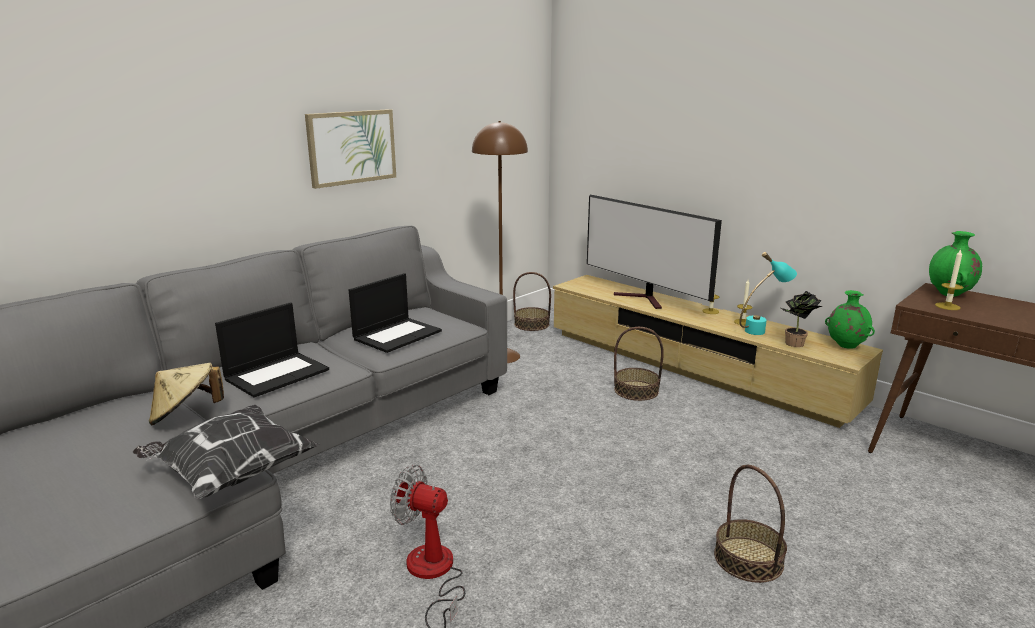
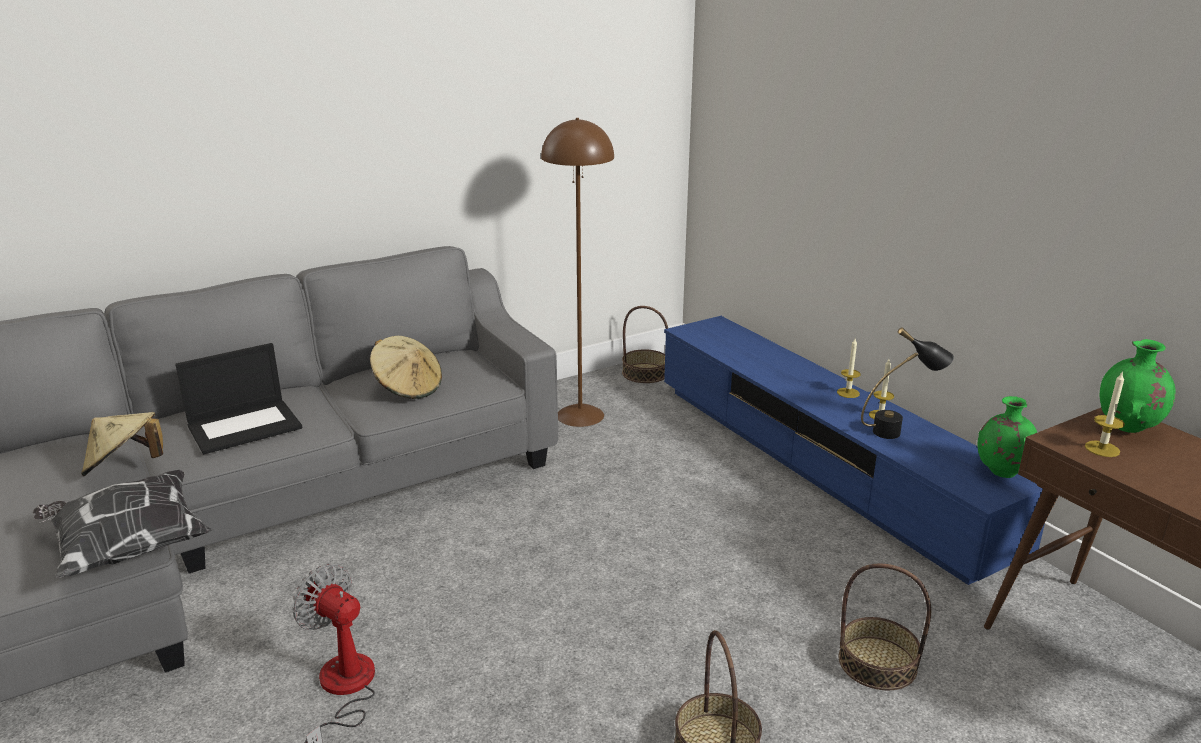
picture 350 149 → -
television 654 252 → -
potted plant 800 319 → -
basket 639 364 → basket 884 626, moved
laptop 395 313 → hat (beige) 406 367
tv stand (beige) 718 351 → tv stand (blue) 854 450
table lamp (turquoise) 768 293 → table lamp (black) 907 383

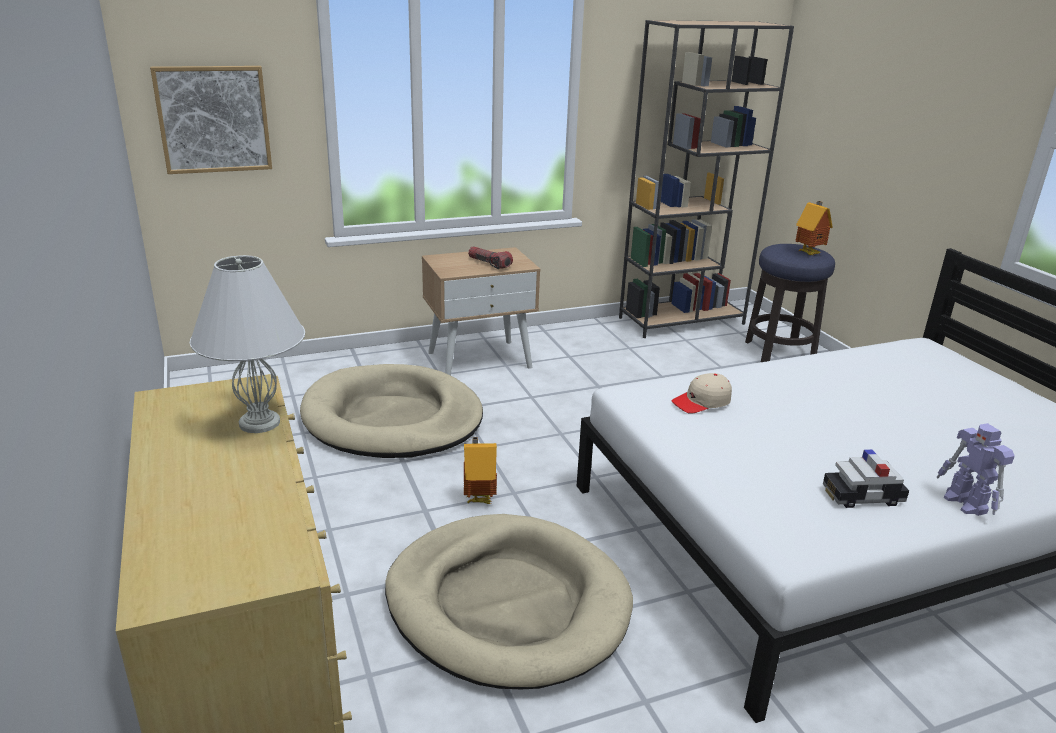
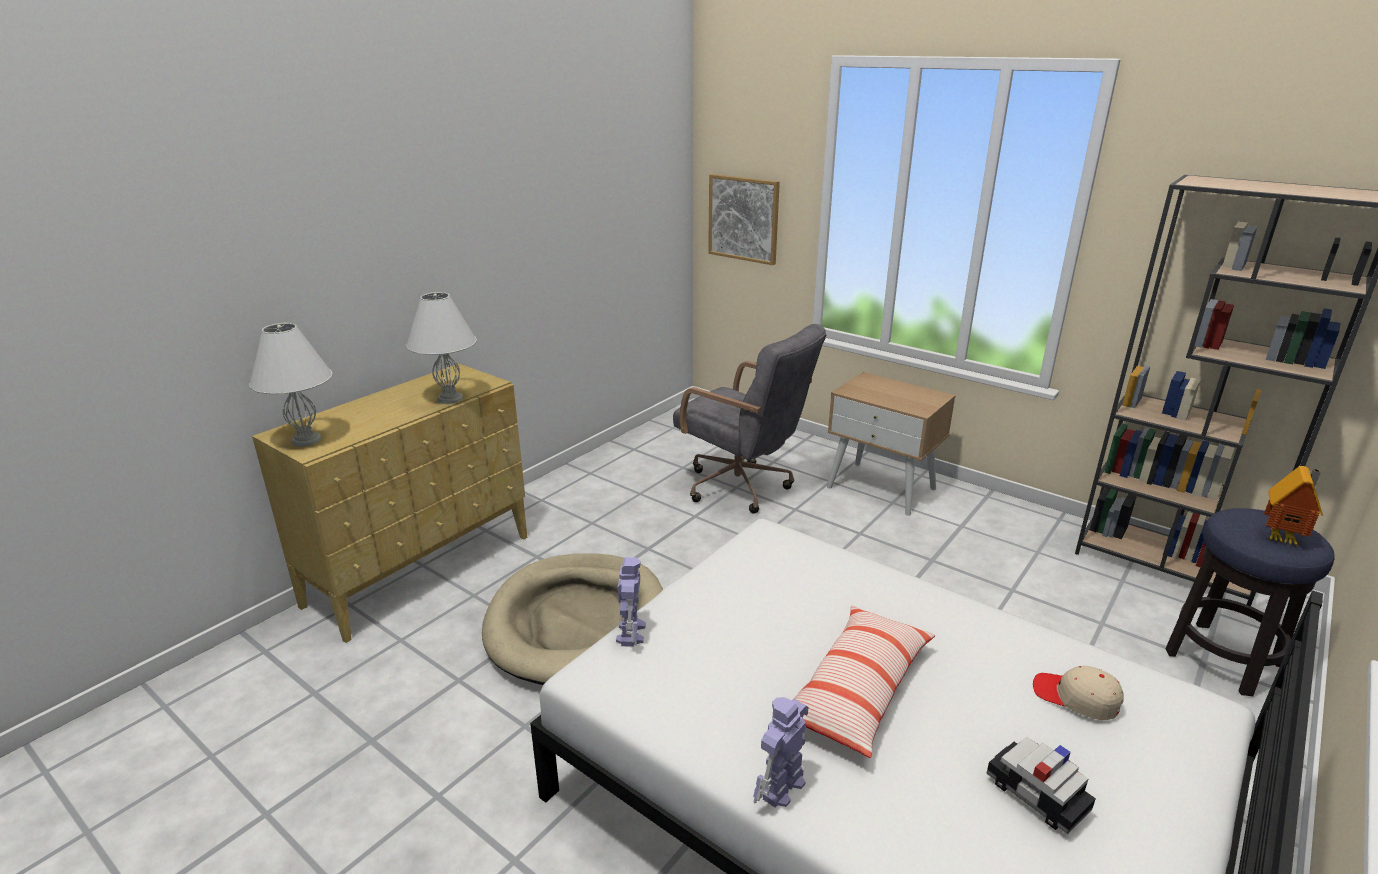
toy house 480 470 → -
flashlight 490 257 → -
- → table lamp (white) 290 385
- → toy robot 631 602
- → pillow 864 681
cap (beige) 701 393 → cap (beige) 1078 693, moved
toy car 866 478 → toy car 1041 785, moved
dog bed (beige) 391 411 → office chair (grey) 749 419

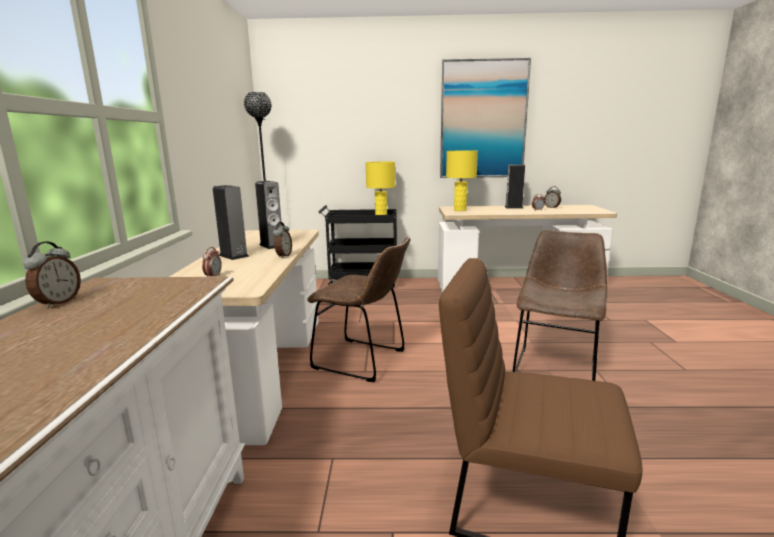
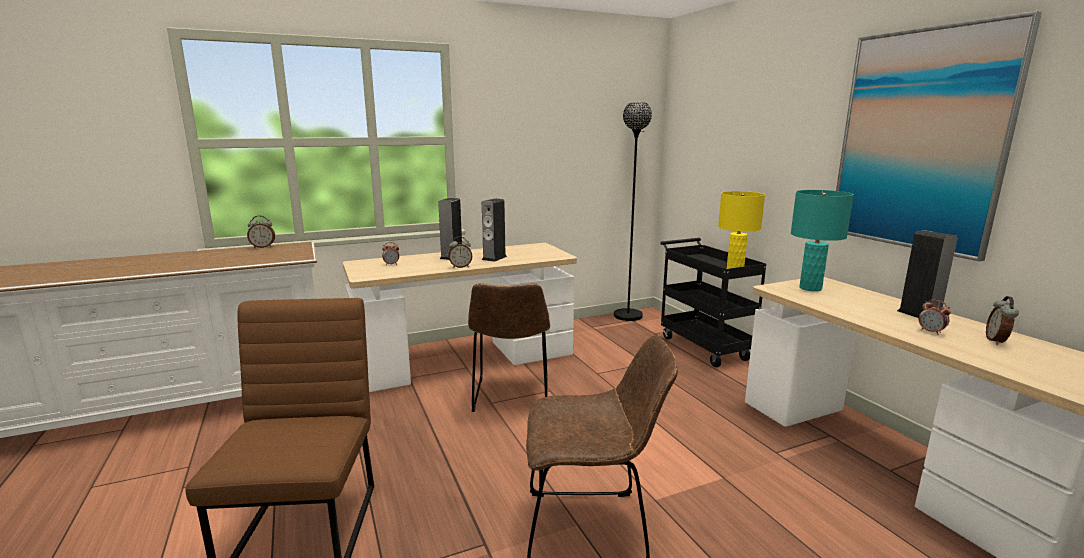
table lamp (yellow) 462 180 → table lamp (turquoise) 822 240

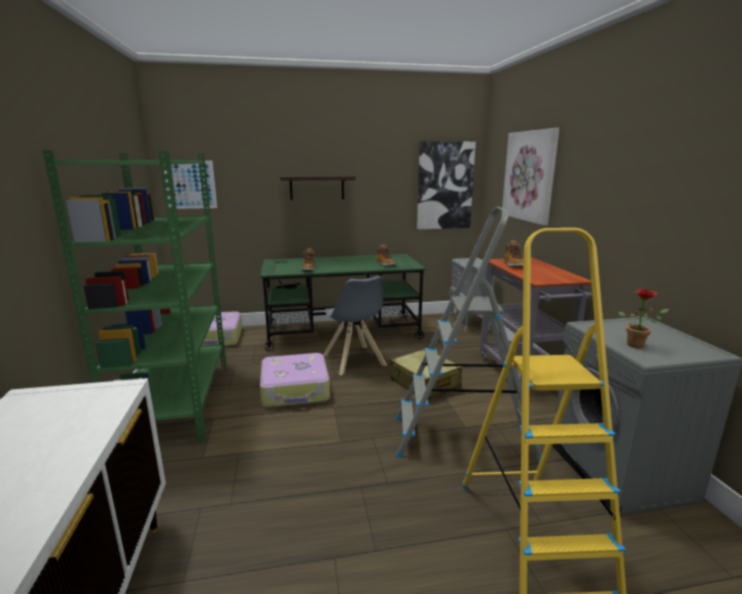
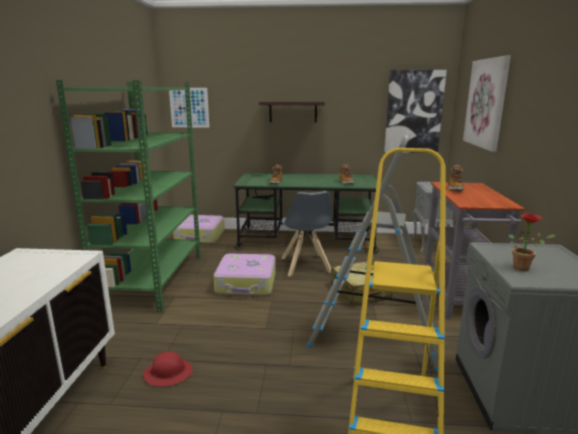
- → hard hat (red) 167 369

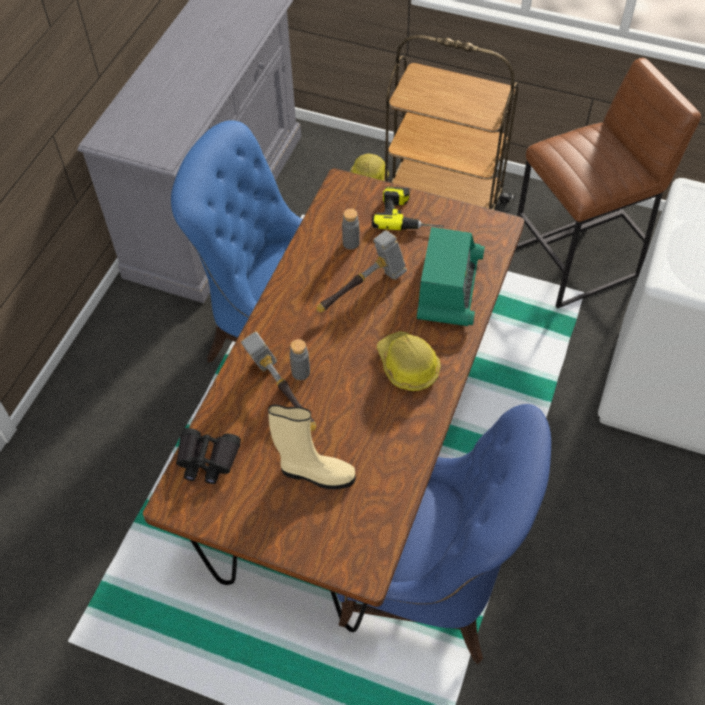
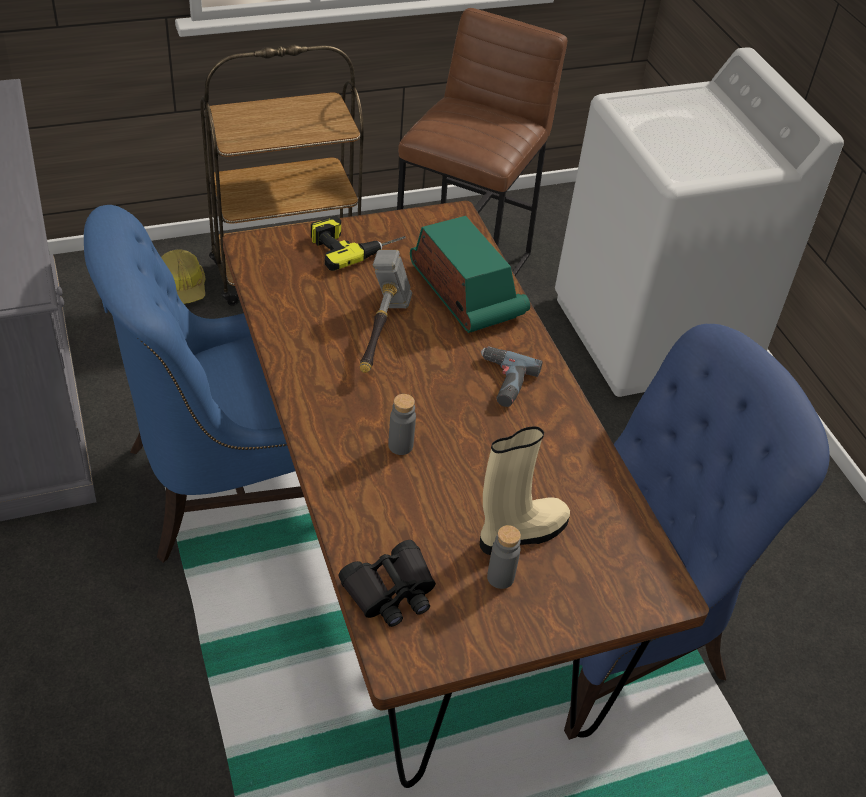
hammer 278 381 → -
bottle (grey) 351 229 → bottle (grey) 504 557, moved
hard hat 409 361 → power drill 512 376

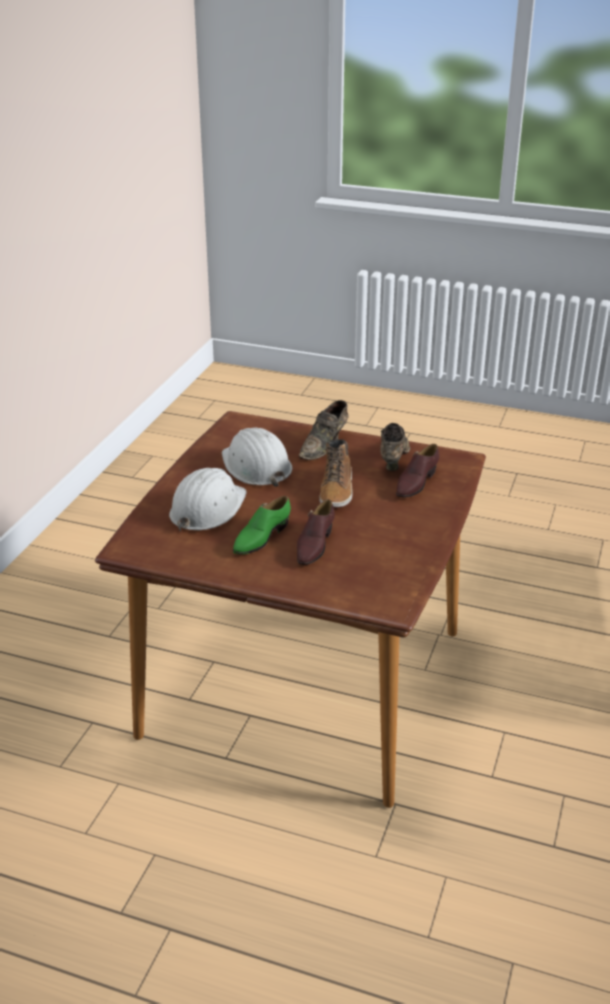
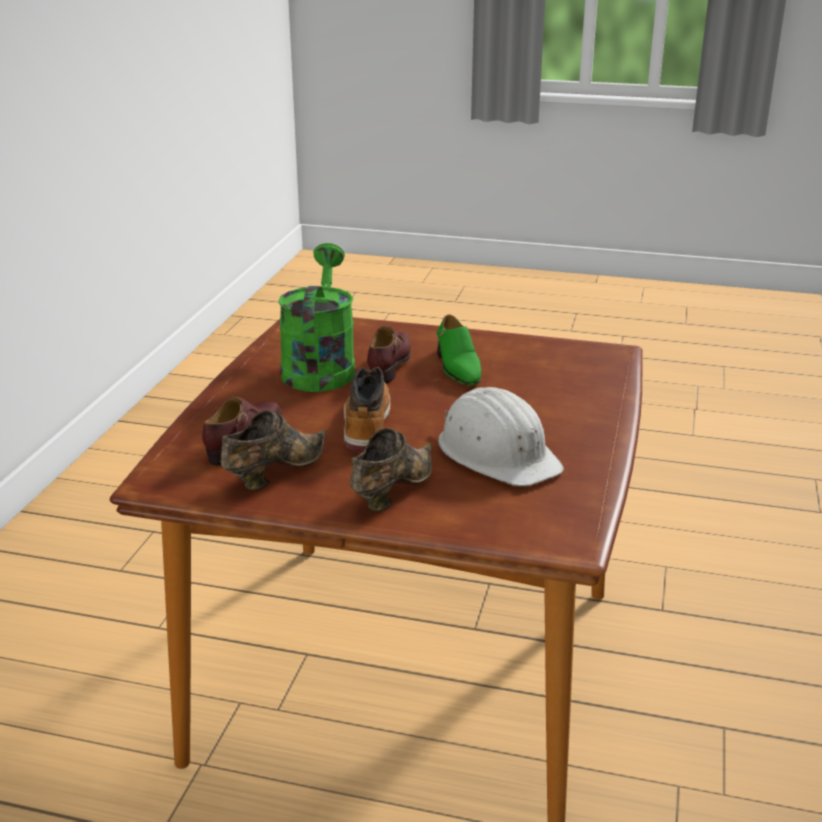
hard hat (white) 208 500 → -
- → watering can (green) 316 317
shoe (green) 262 525 → shoe (green) 458 350, 135 degrees clockwise
shoe (brown) 395 447 → shoe (brown) 274 450, 150 degrees counterclockwise

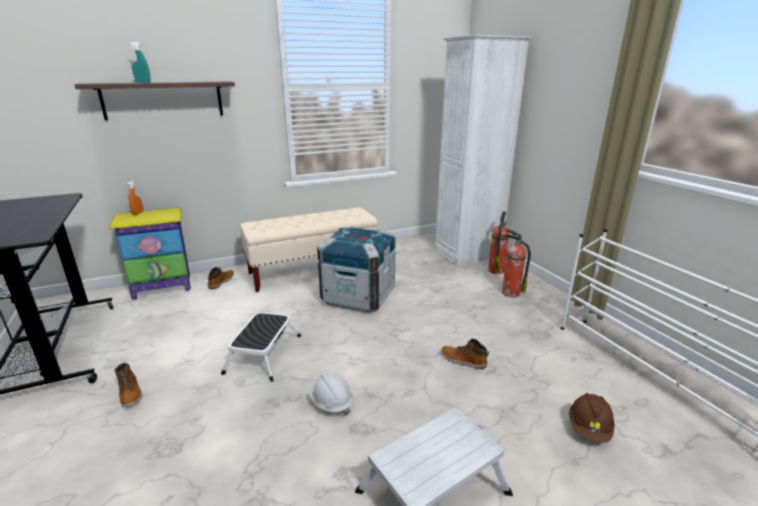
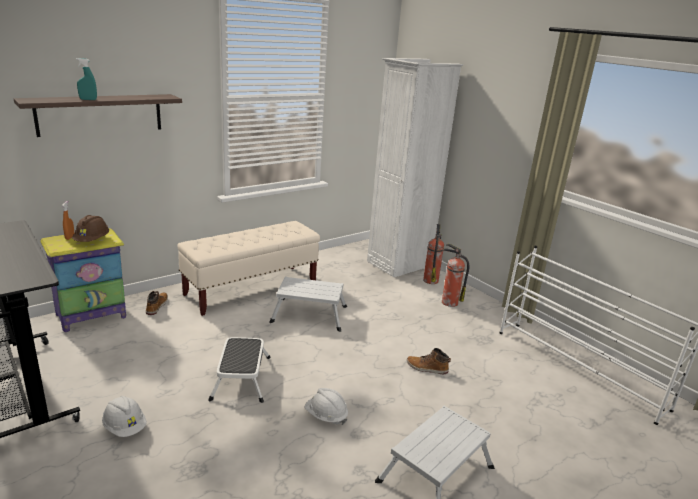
hard hat (brown) 592 418 → hard hat (brown) 90 228, moved
boot 128 385 → hard hat (white) 124 416
crate 356 269 → step ladder (white) 308 304

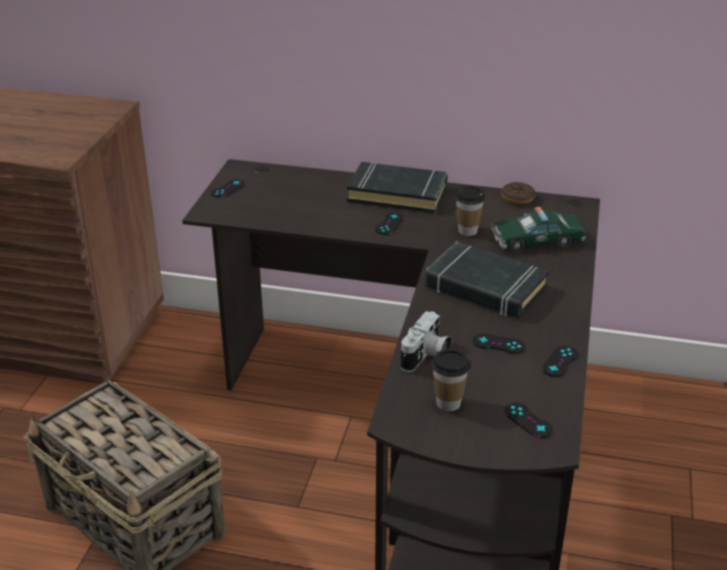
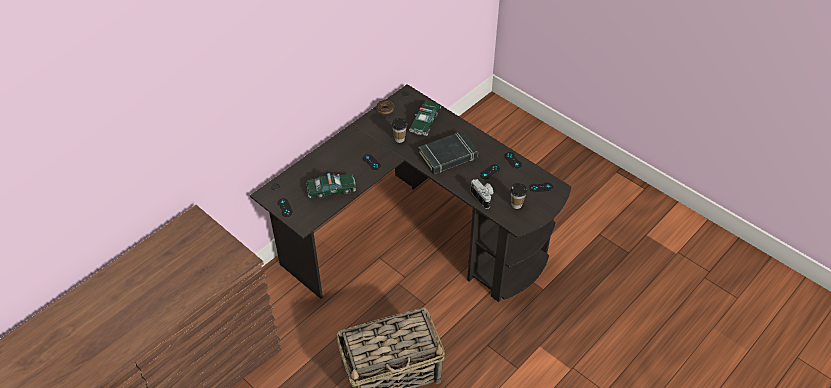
book (black) 397 187 → -
- → toy car 331 185

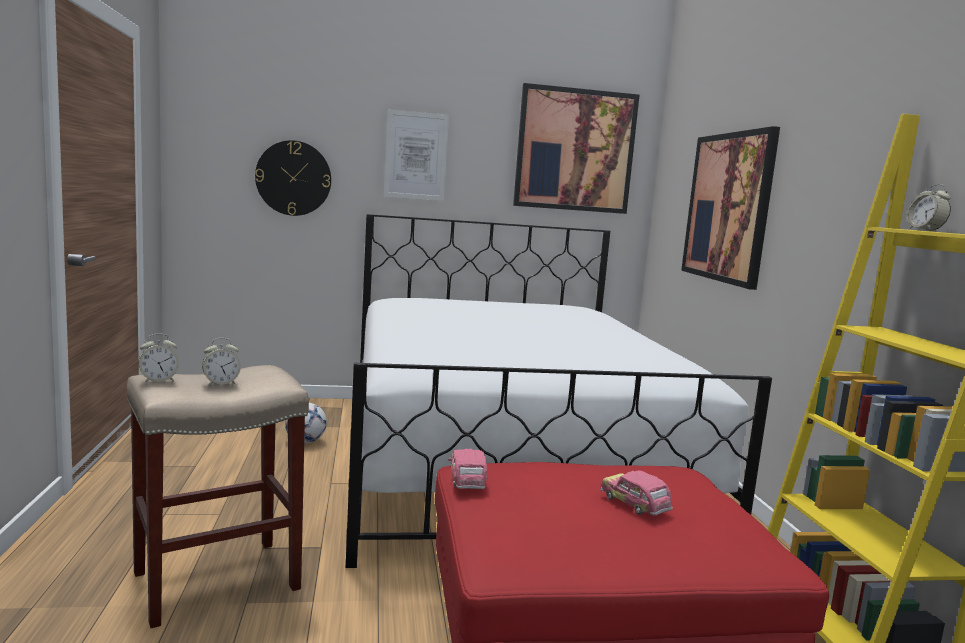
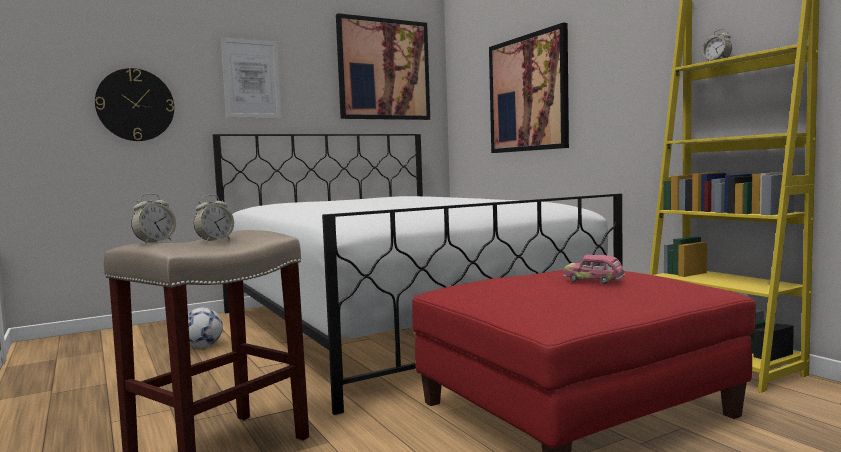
toy car 467 469 → -

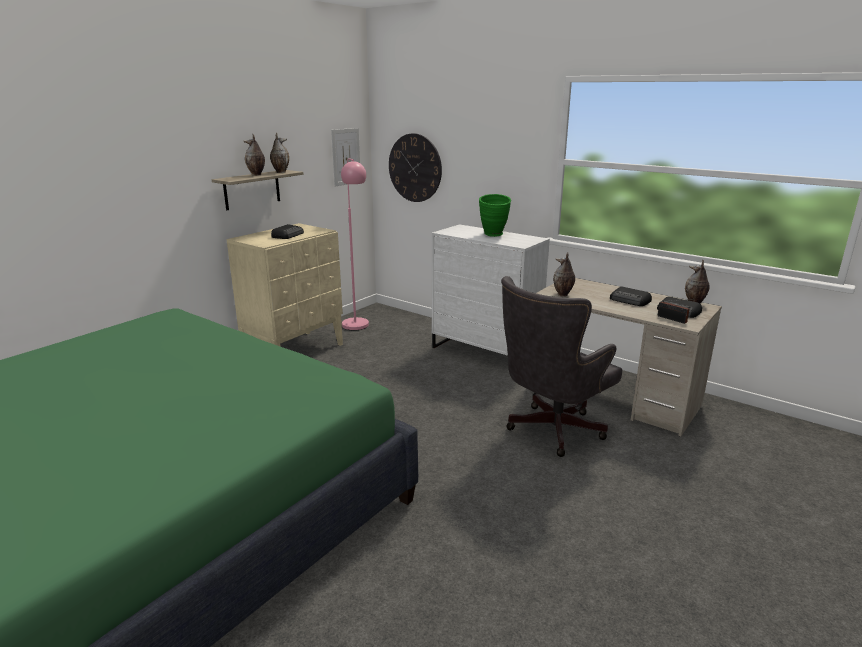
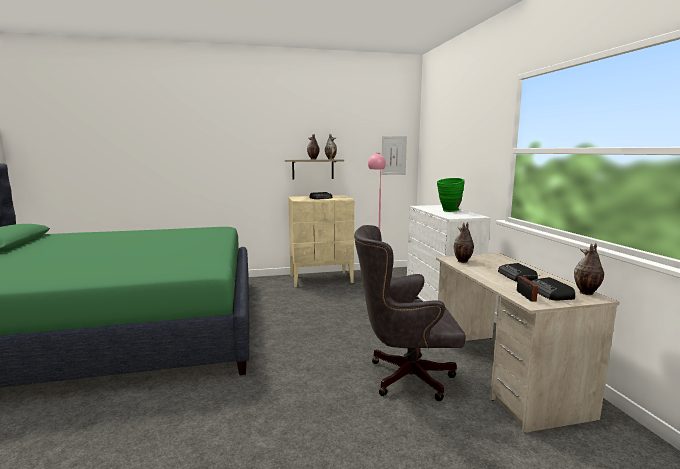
wall clock 415 167 → -

